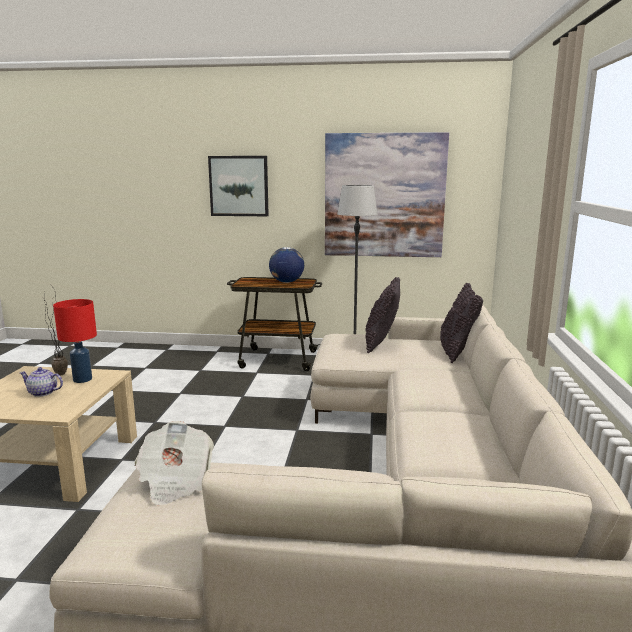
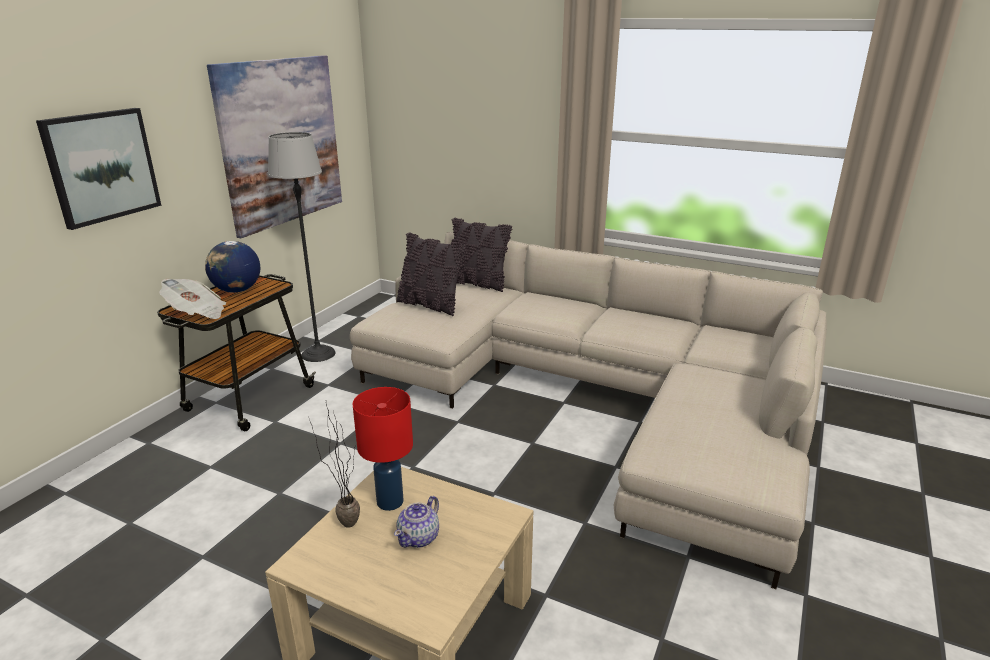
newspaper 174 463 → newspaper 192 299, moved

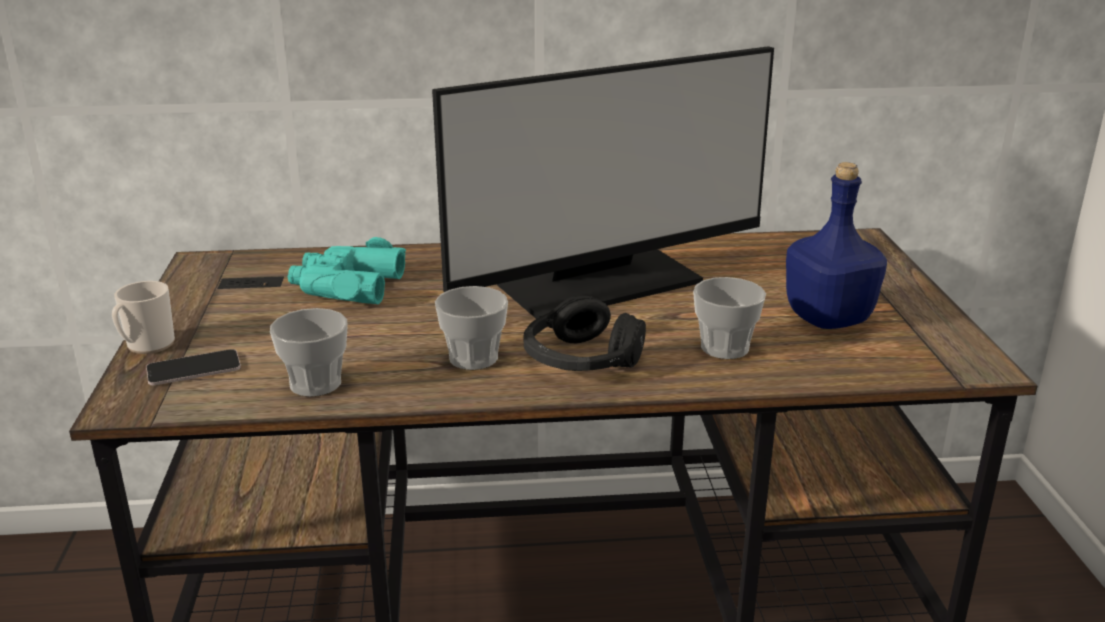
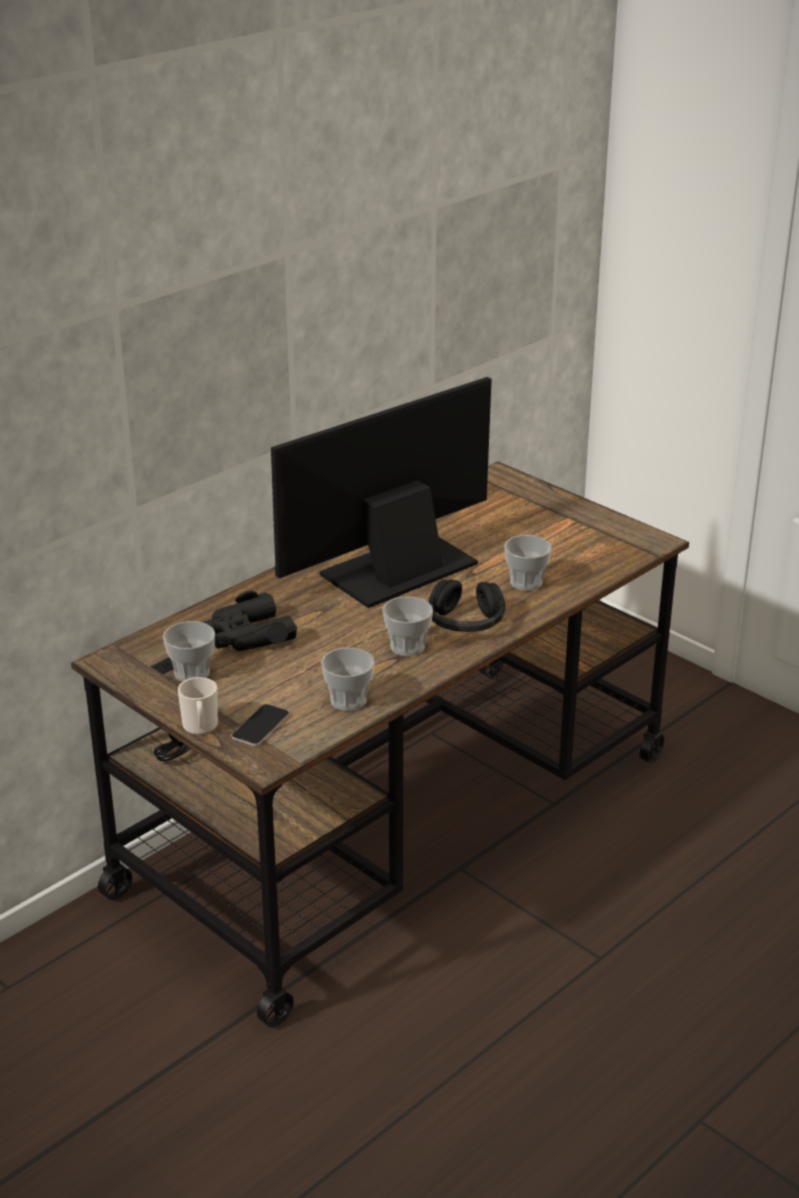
bottle (blue) 836 245 → -
- → cup 189 651
binoculars (turquoise) 346 270 → binoculars (black) 250 621
monitor 603 182 → monitor 381 492, 150 degrees counterclockwise

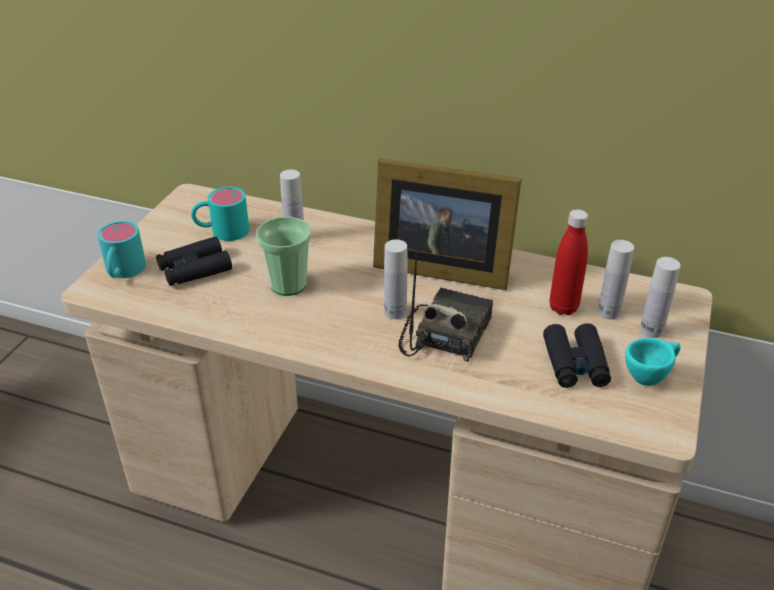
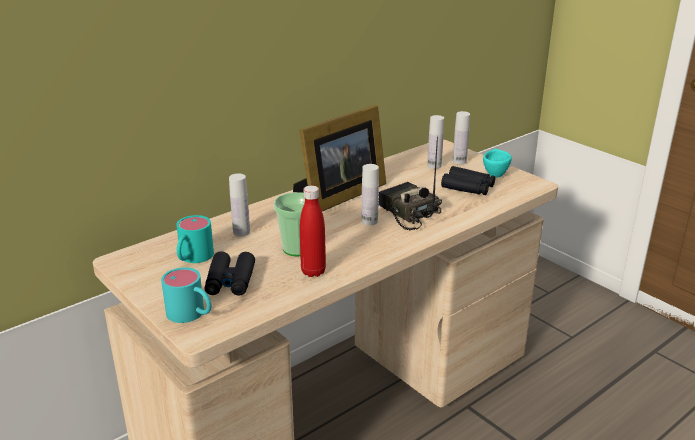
bottle (red) 569 262 → bottle (red) 313 231, moved

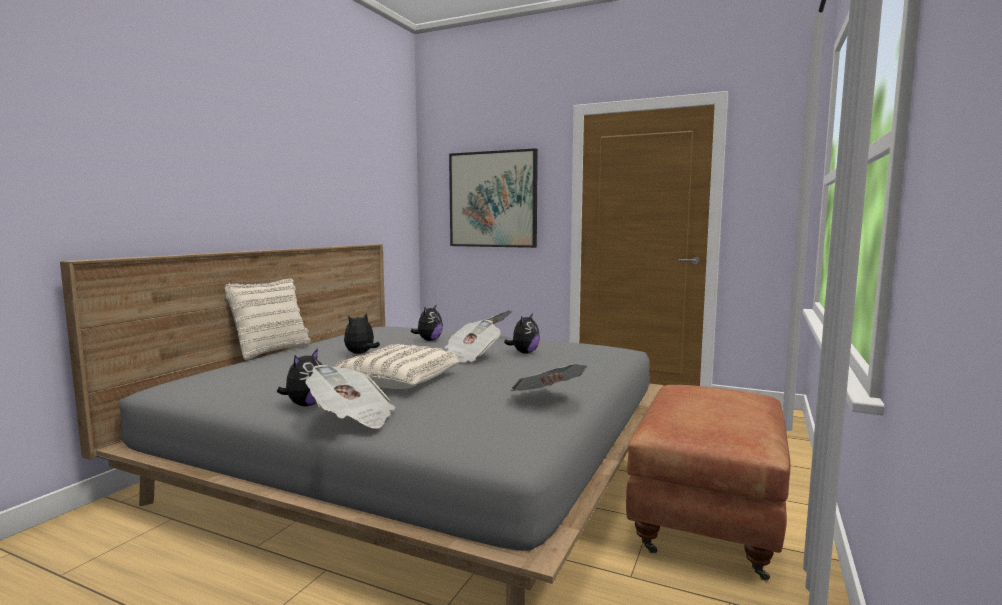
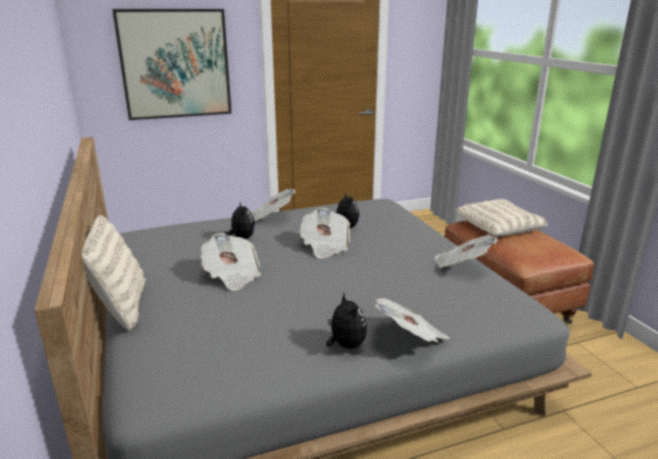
pillow (beige) 396 366 → pillow (beige) 501 218, moved
plush toy 362 333 → newspaper 231 262

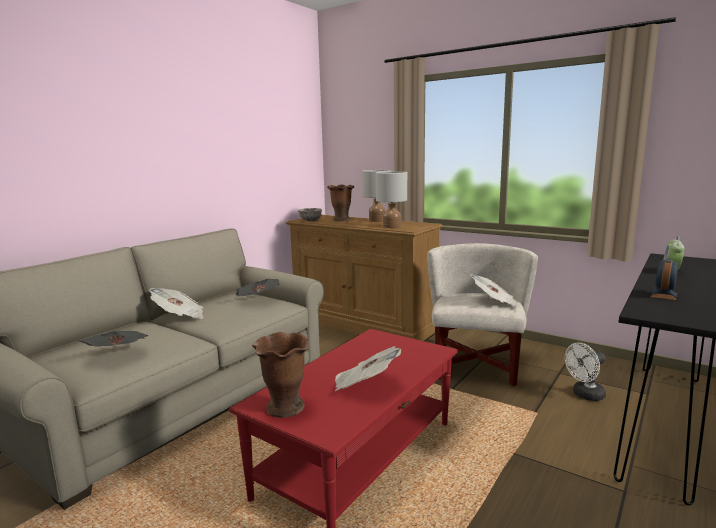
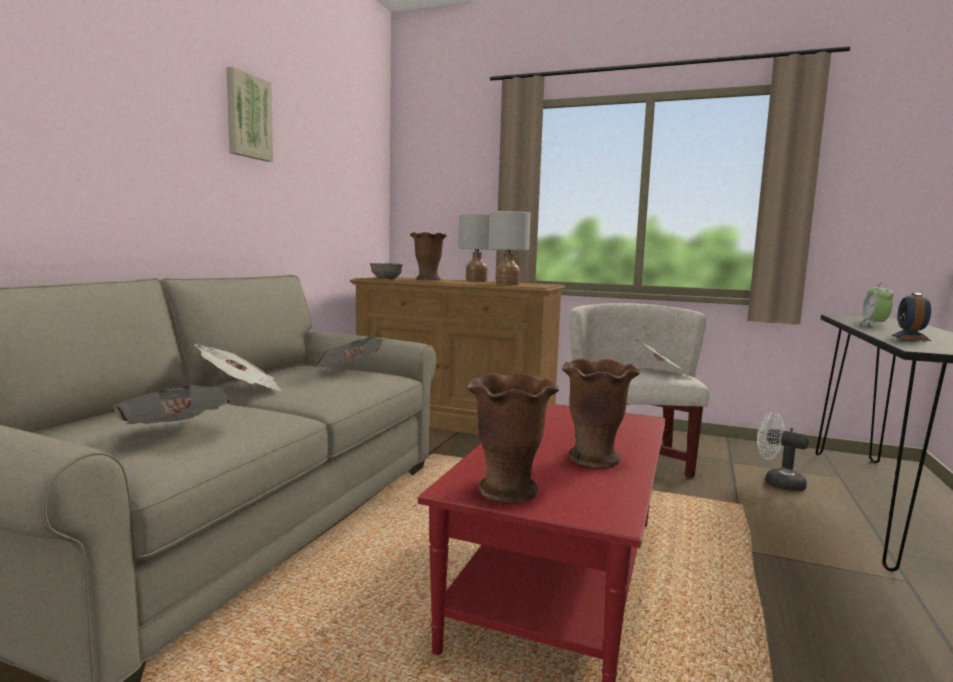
- → picture 249 114
newspaper 368 368 → vase (brown) 601 413
fan (white) 585 372 → fan (white) 783 451, 75 degrees clockwise

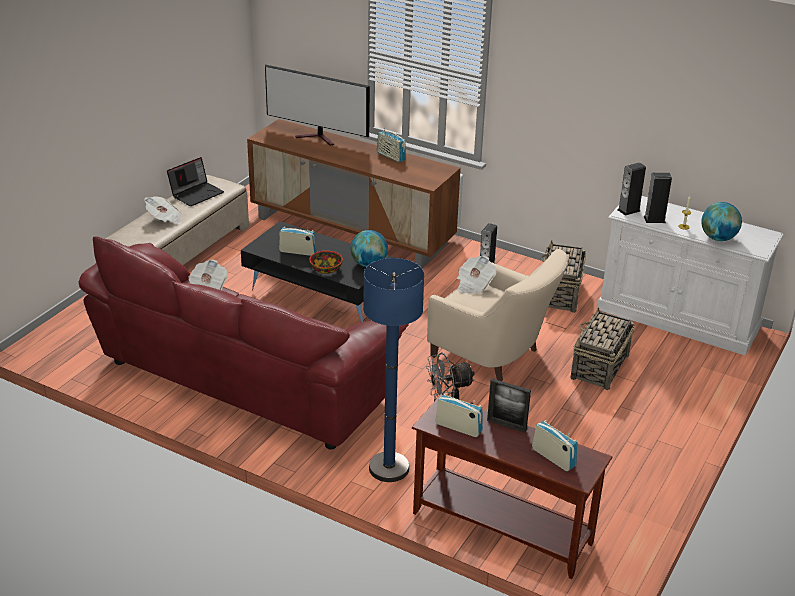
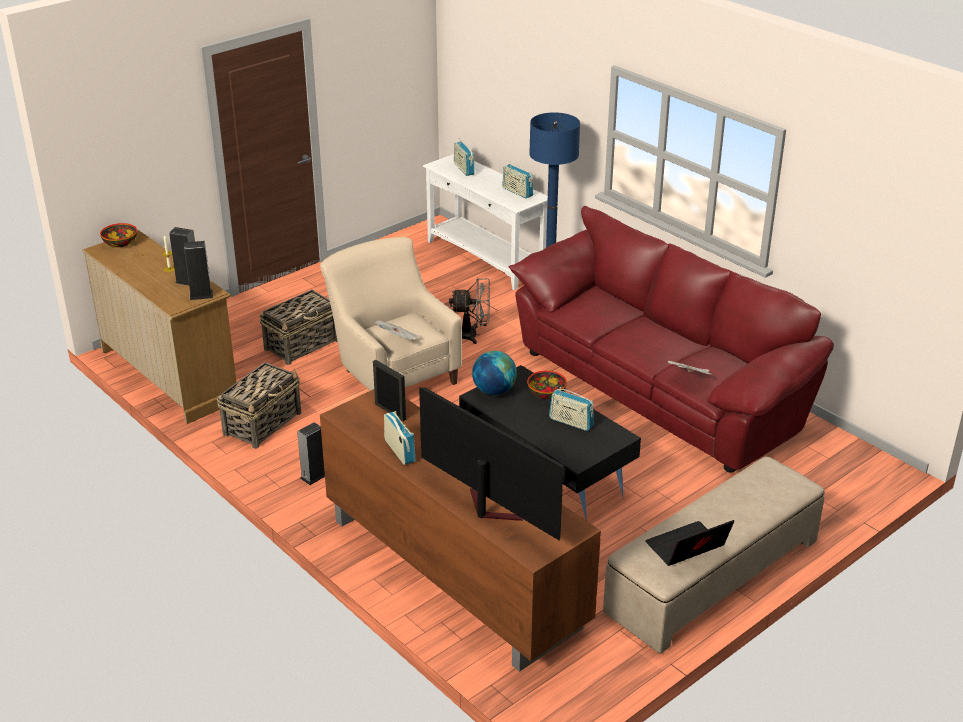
newspaper 162 210 → -
globe 721 221 → -
- → bowl 118 235
picture frame 509 405 → picture frame 389 390, moved
console table (brown) 512 486 → console table (white) 485 222
cabinet (white) 690 276 → cabinet (brown) 159 327

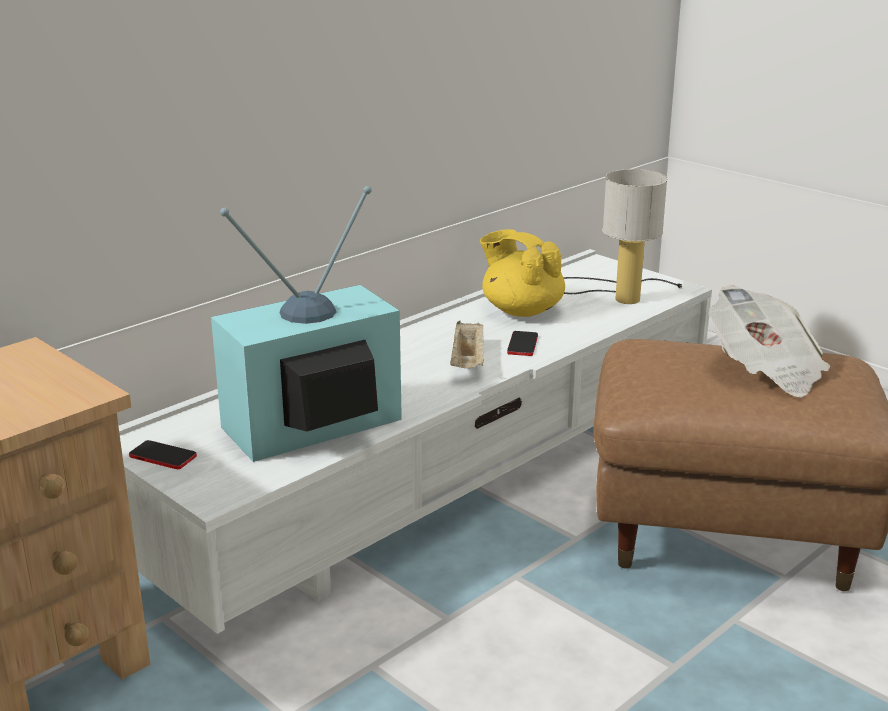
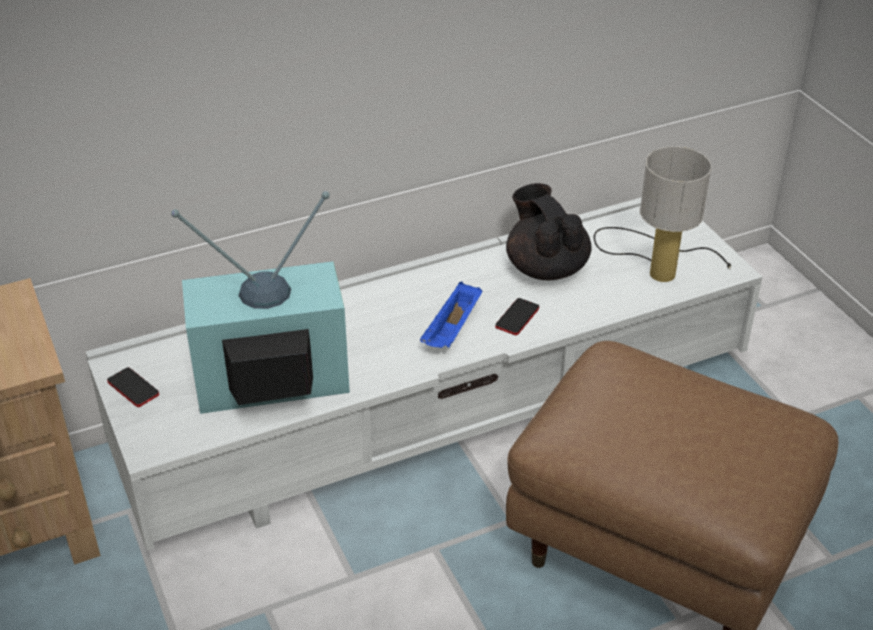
newspaper 769 342 → -
tray (beige) 467 344 → tray (blue) 451 315
teapot (yellow) 522 273 → teapot (black) 549 231

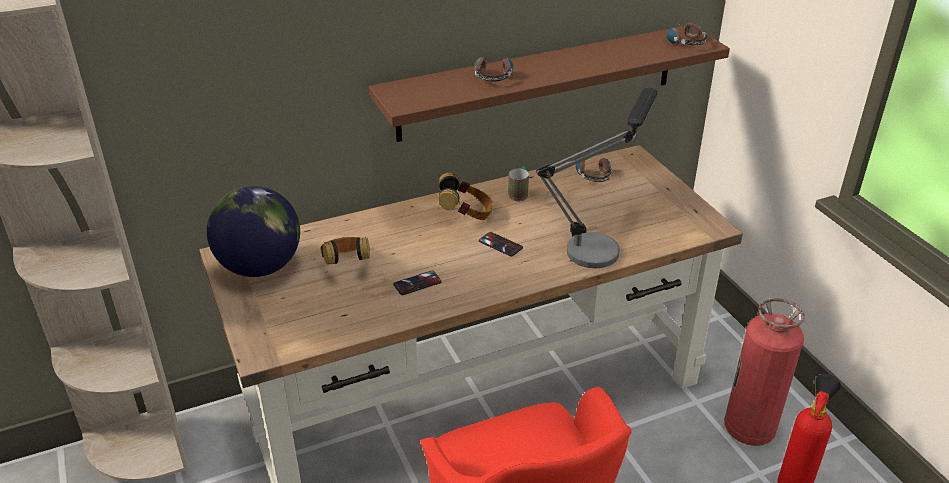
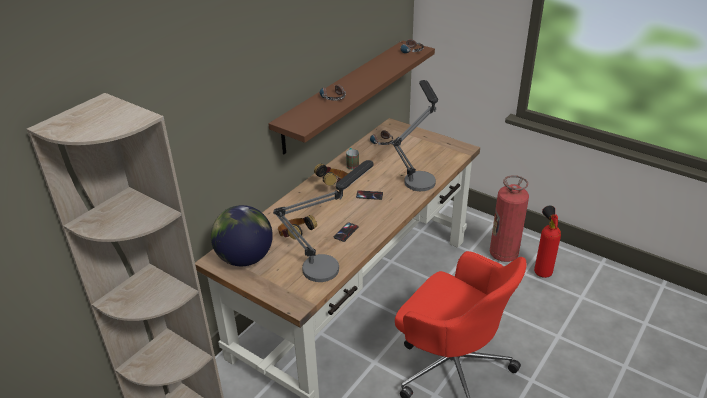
- → table lamp 323 221

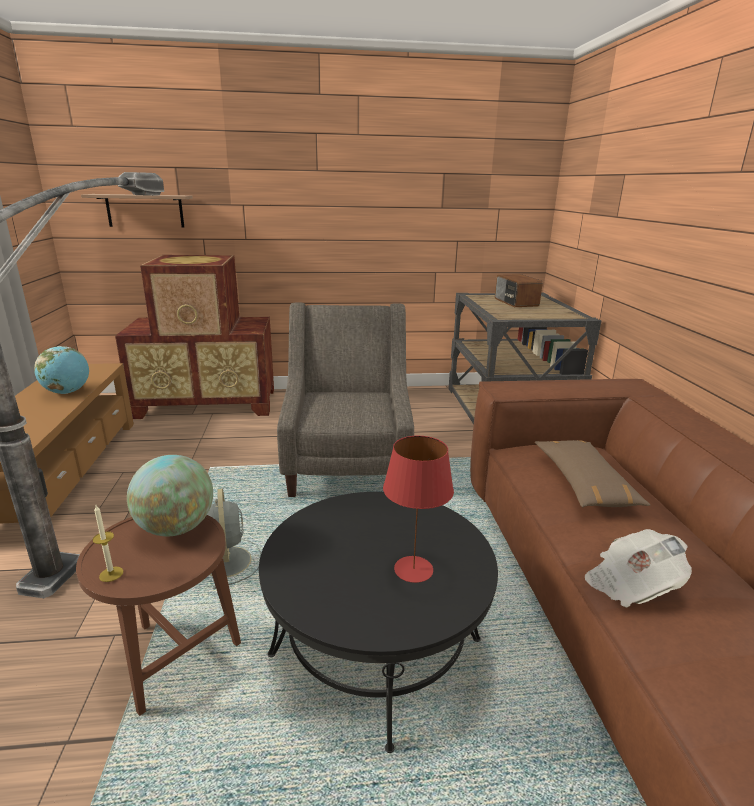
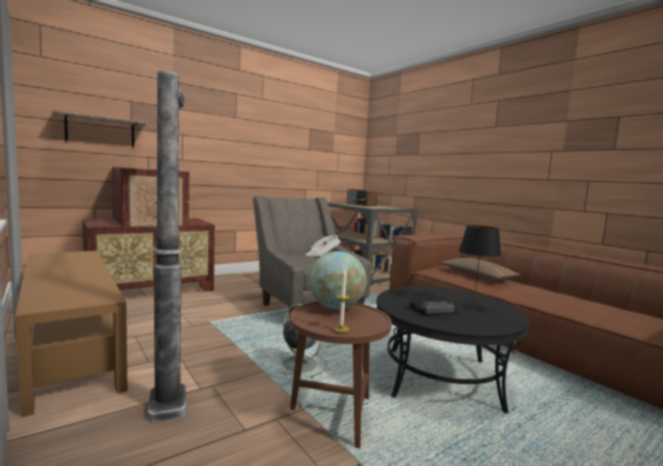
globe 61 370 → -
- → radio 433 305
newspaper 638 568 → newspaper 323 245, moved
table lamp (red) 418 509 → table lamp (black) 480 268

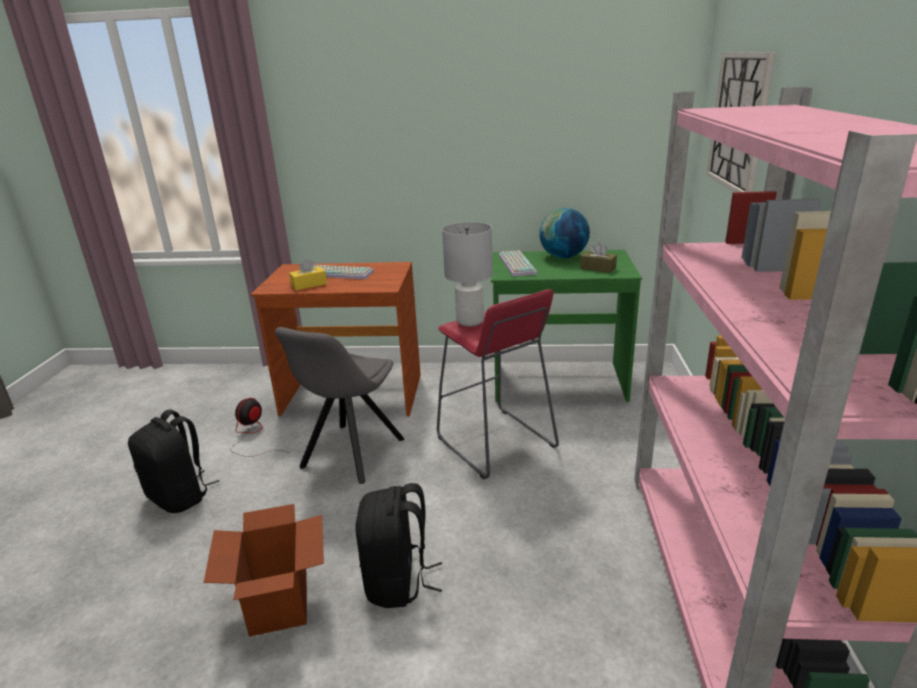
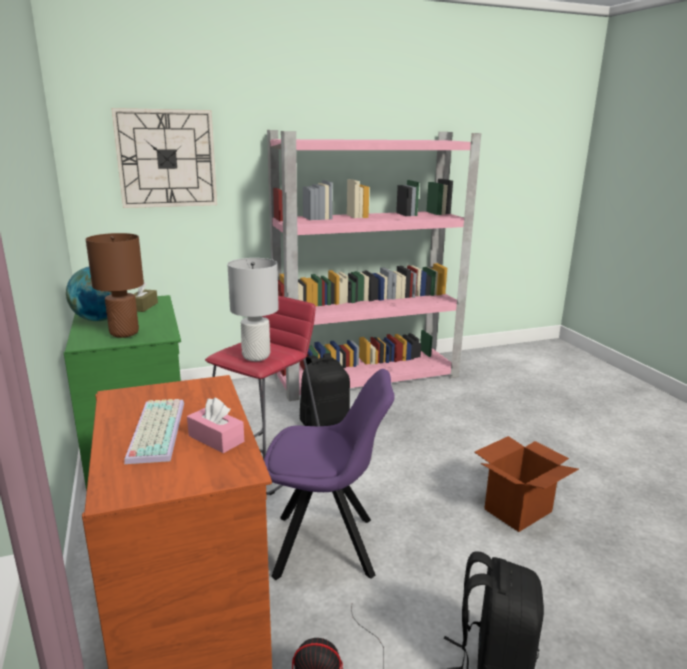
backpack (black) 398 545 → backpack (black) 325 389, moved
keyboard 518 263 → table lamp (brown) 115 285
chair (grey) 339 405 → chair (purple) 329 474
tissue box (yellow) 308 274 → tissue box (pink) 215 425

